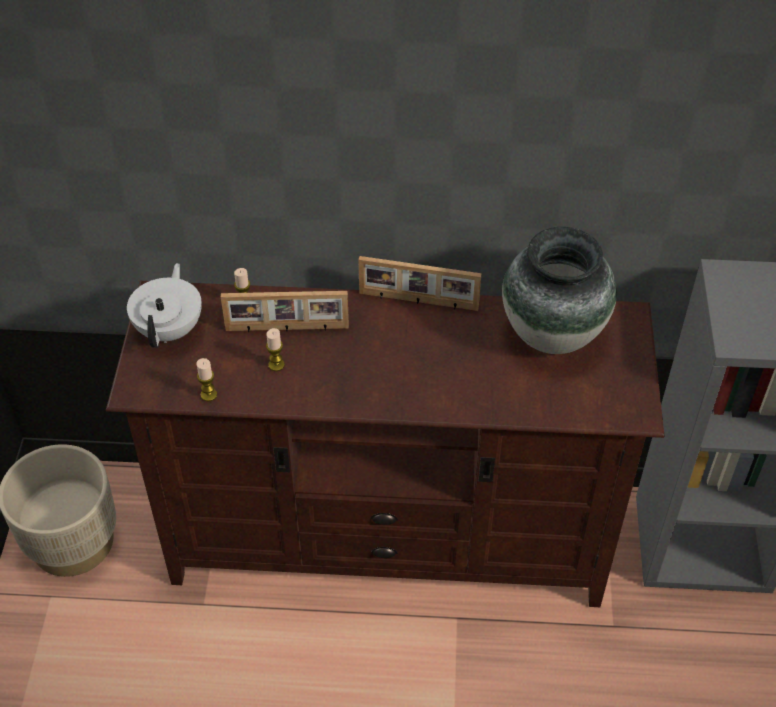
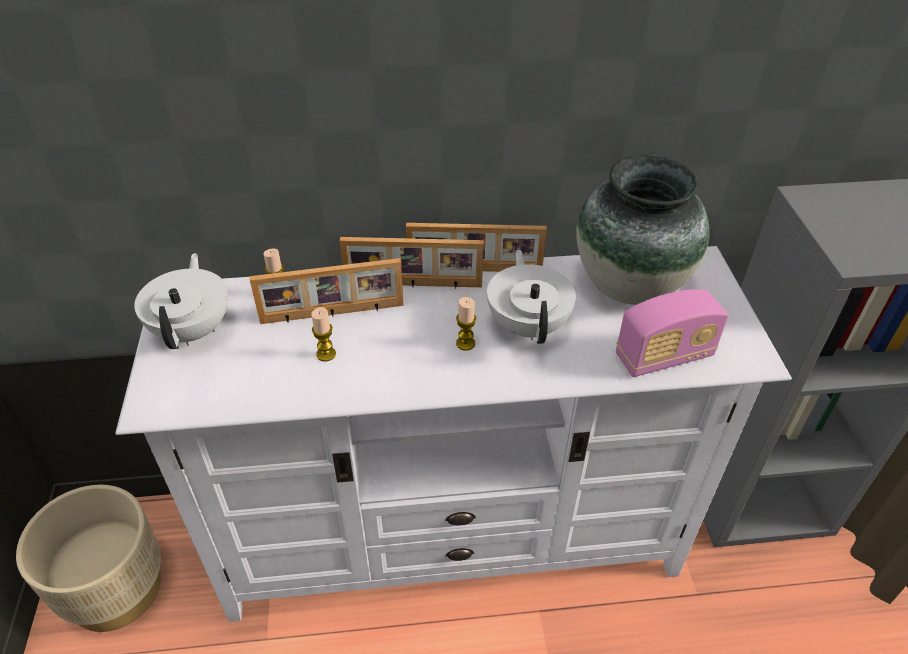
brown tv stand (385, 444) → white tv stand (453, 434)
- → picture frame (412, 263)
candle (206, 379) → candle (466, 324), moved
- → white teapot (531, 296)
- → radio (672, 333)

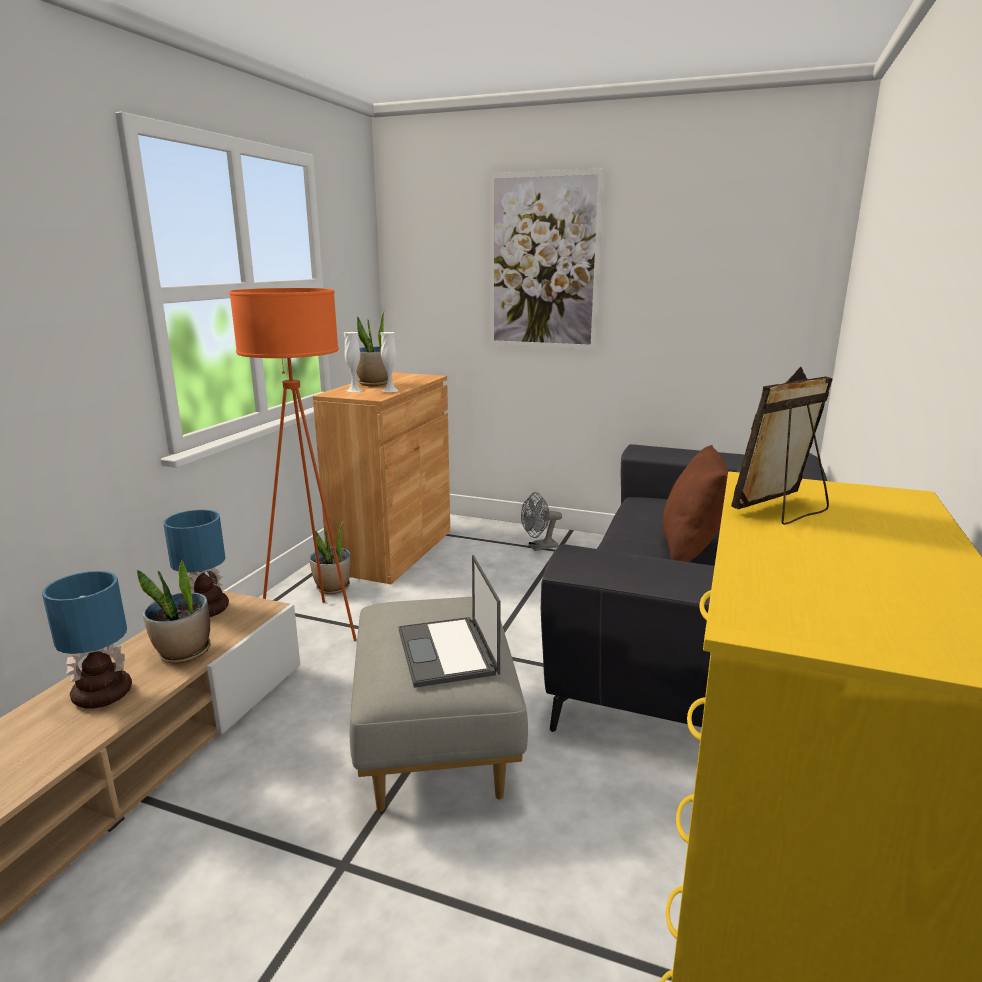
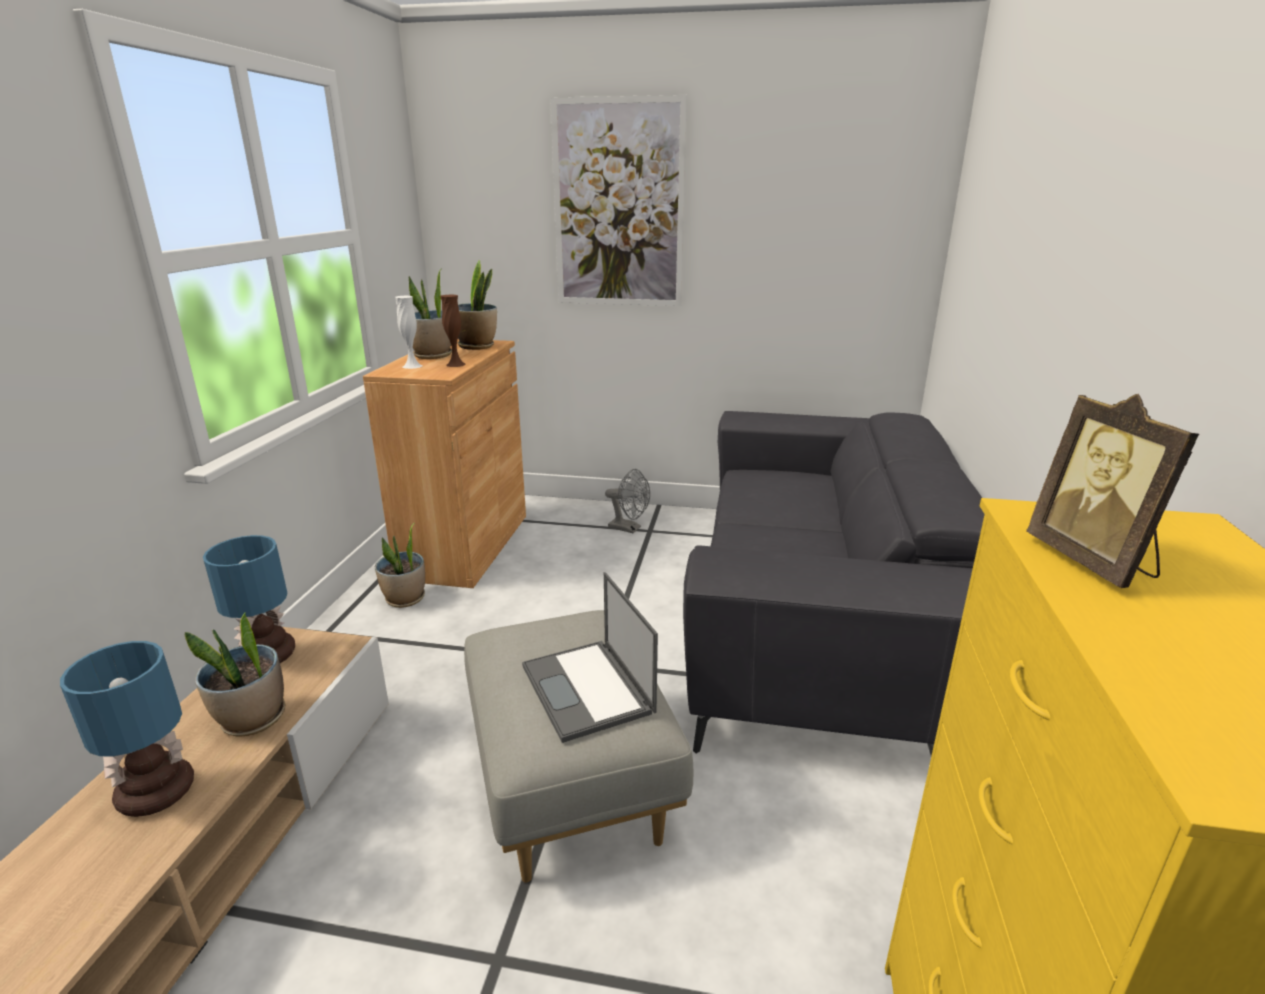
white vase (389, 362) → brown vase (453, 331)
- → potted plant (477, 305)
grey fan (541, 521) → grey fan (627, 501), 120 degrees counterclockwise
picture frame (782, 446) → picture frame (1112, 491), 60 degrees counterclockwise
orange floor lamp (293, 464) → -
brown pillow (695, 503) → -

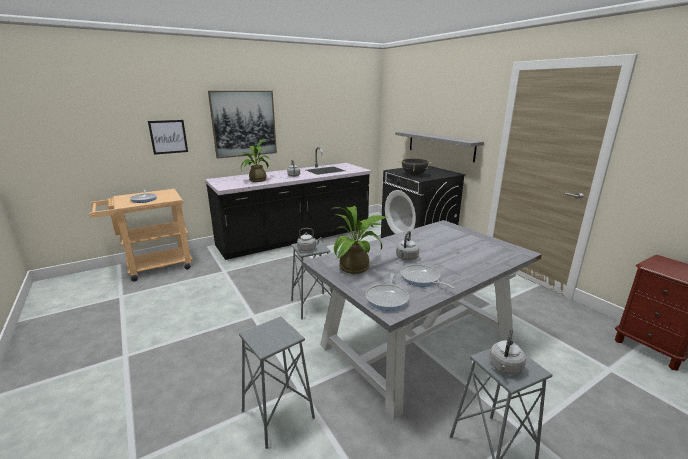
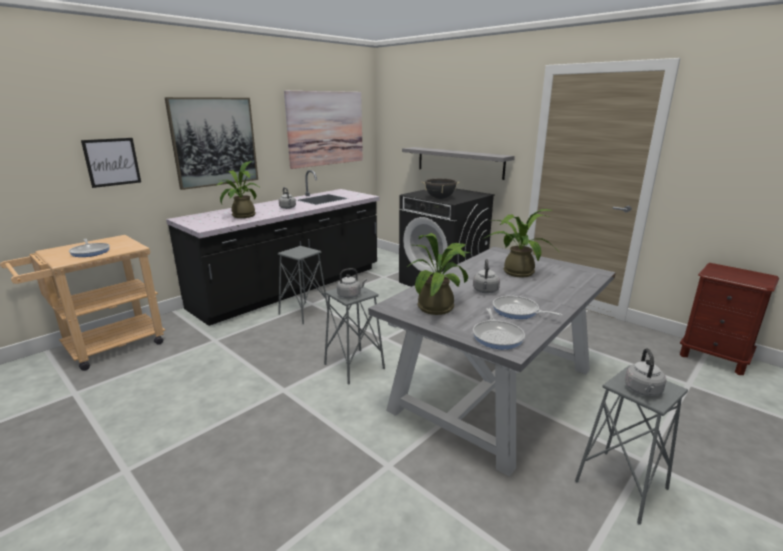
grey stool (277, 382) → grey stool (303, 285), moved
- → picture (323, 130)
- → potted plant (519, 243)

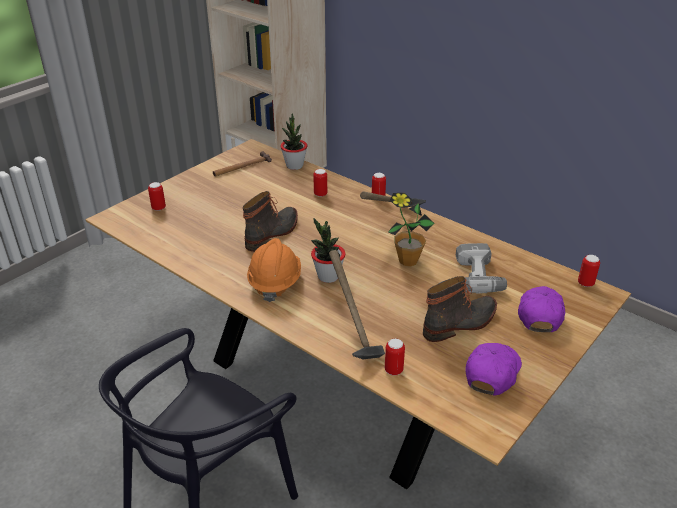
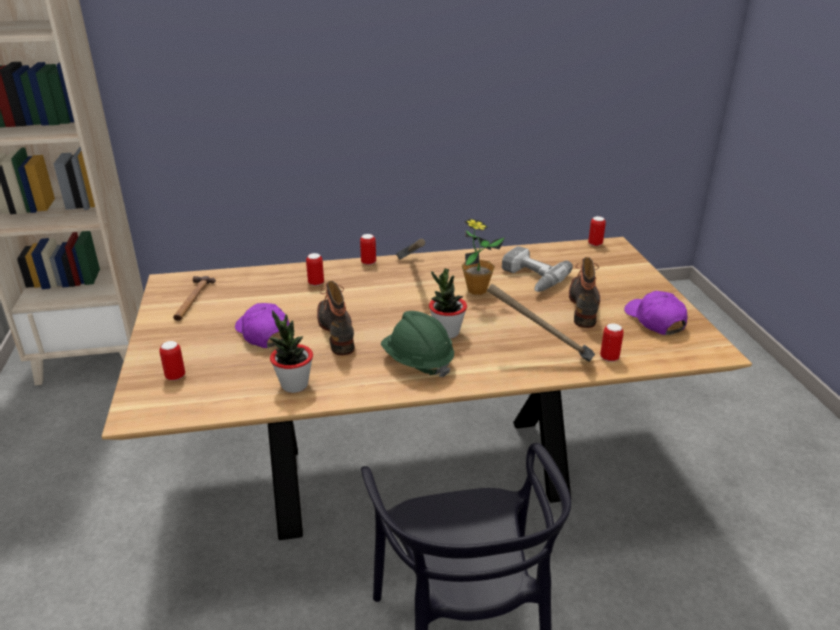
purple cap (541, 309) → purple cap (262, 325), moved
potted plant (293, 141) → potted plant (291, 351), moved
orange hard hat (274, 270) → green hard hat (417, 344)

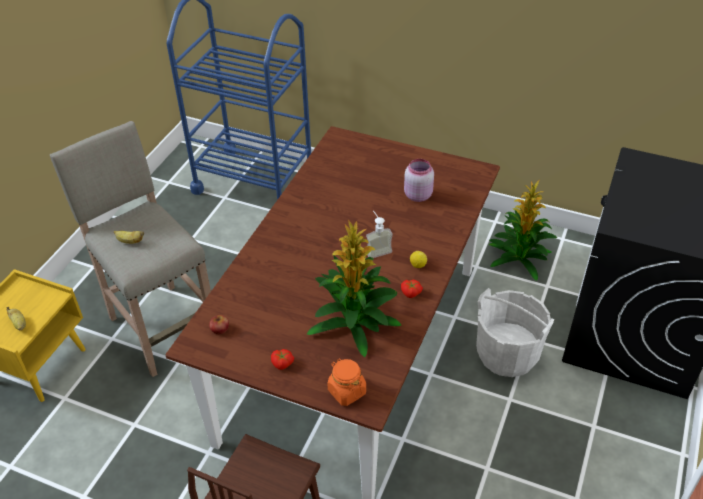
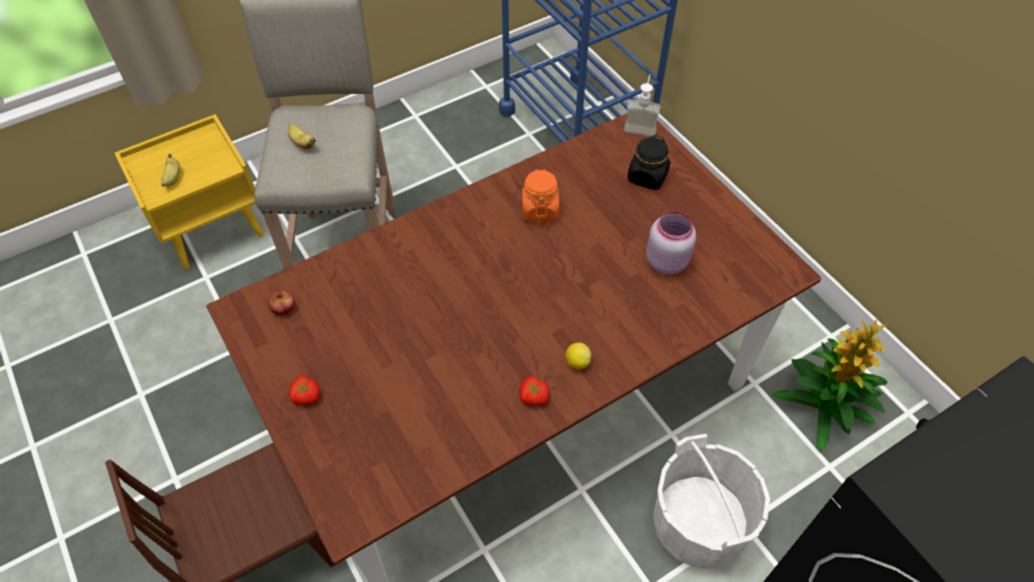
orange jar (347, 382) → orange jar (540, 195), moved
soap dispenser (379, 234) → soap dispenser (642, 105), moved
- → black jar (648, 162)
potted plant (354, 288) → -

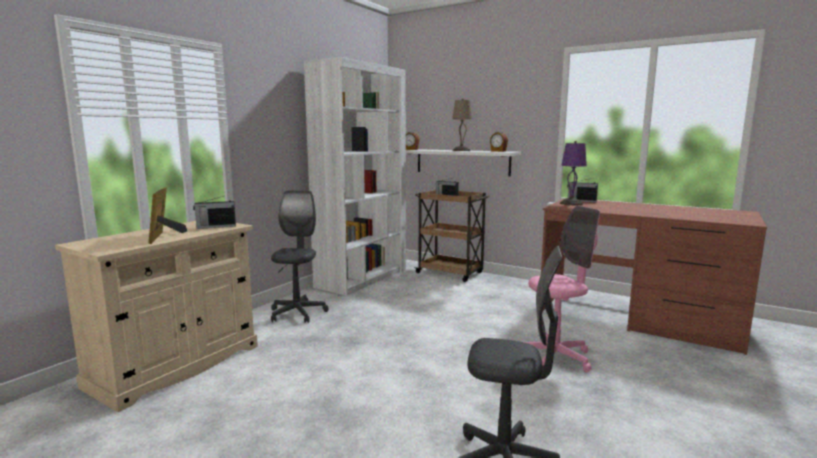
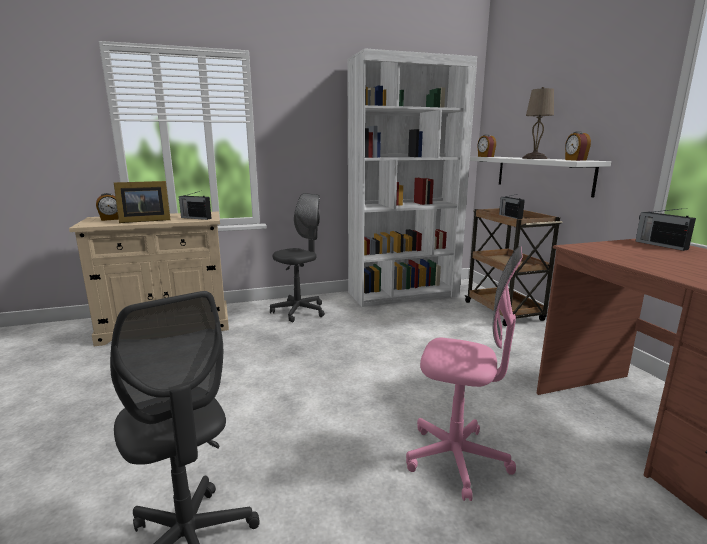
- → alarm clock (107, 207)
picture frame (168, 215) → picture frame (142, 202), 135 degrees counterclockwise
purple table lamp (573, 173) → -

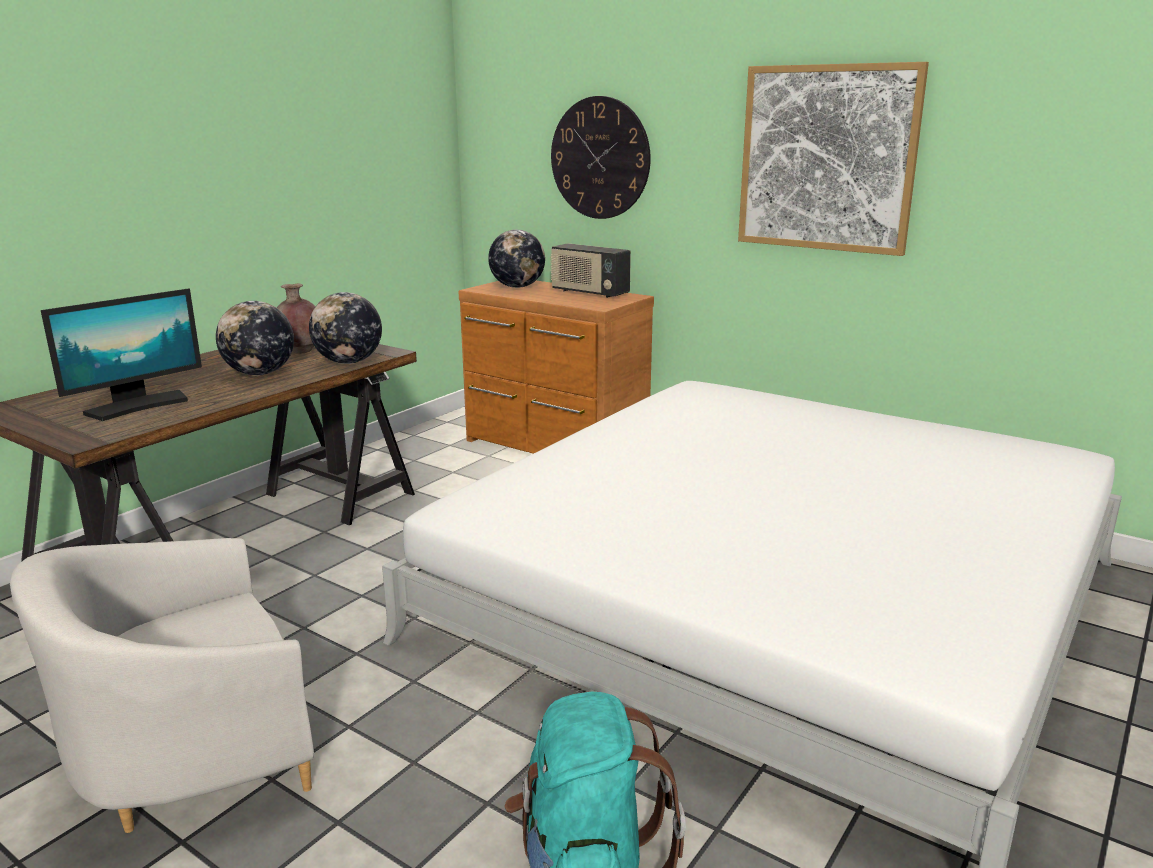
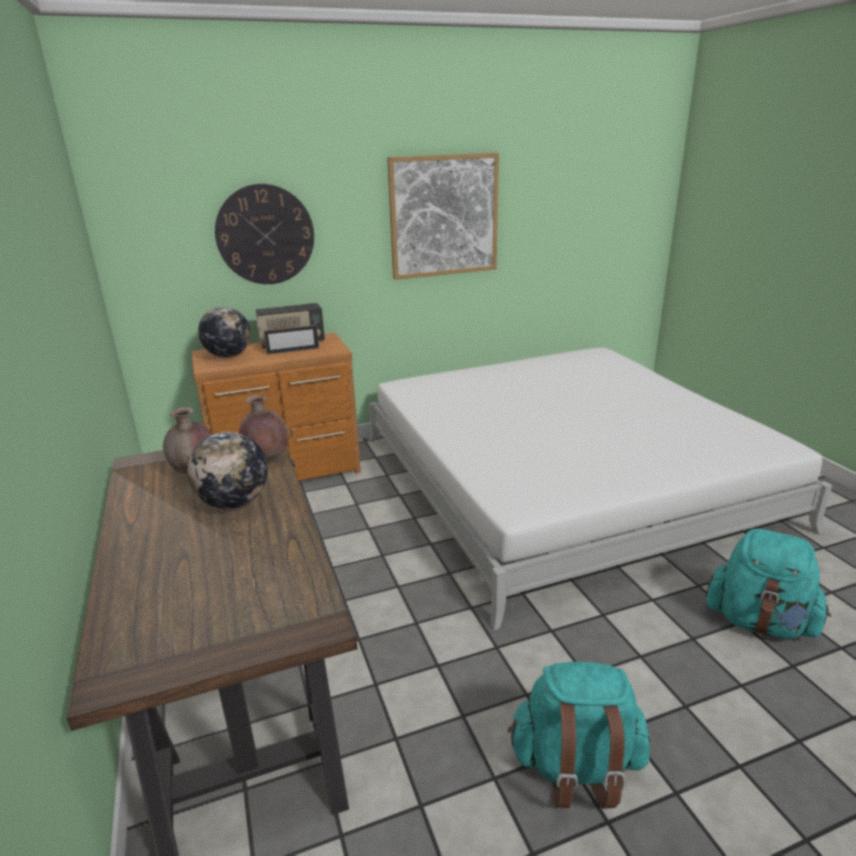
globe (345, 328) → brown vase (266, 429)
- → picture frame (291, 340)
white armchair (162, 685) → turquoise backpack (579, 735)
monitor (121, 354) → -

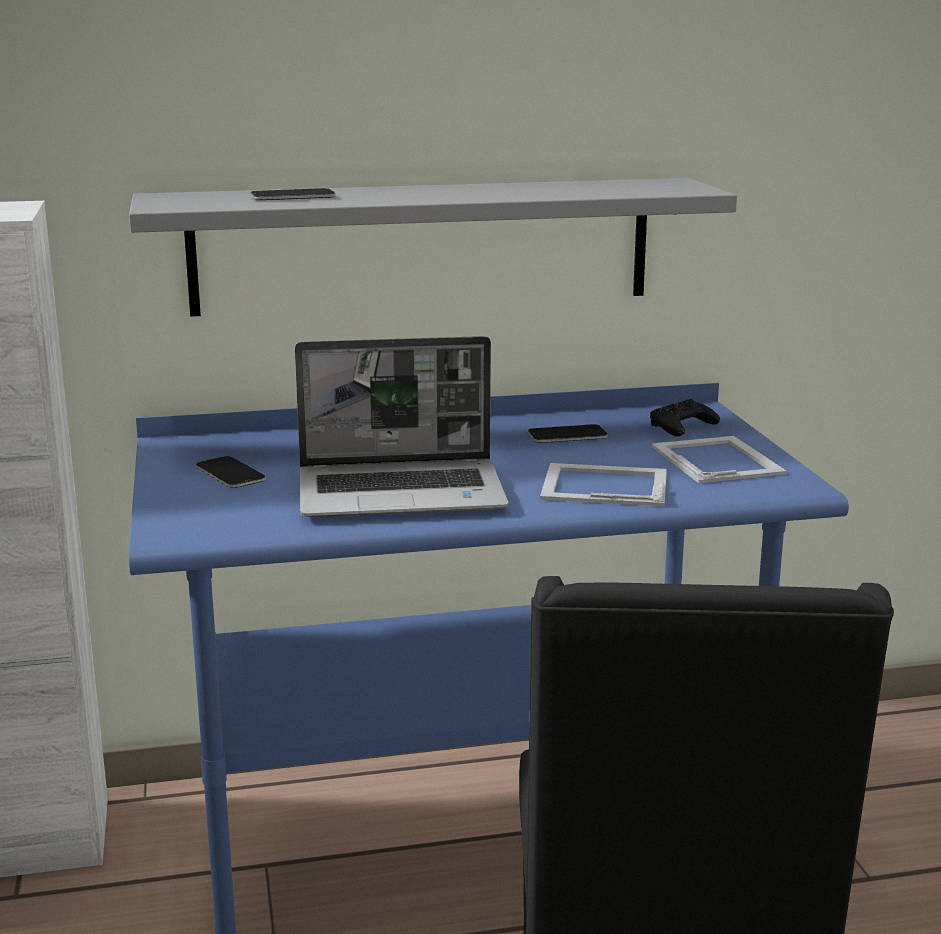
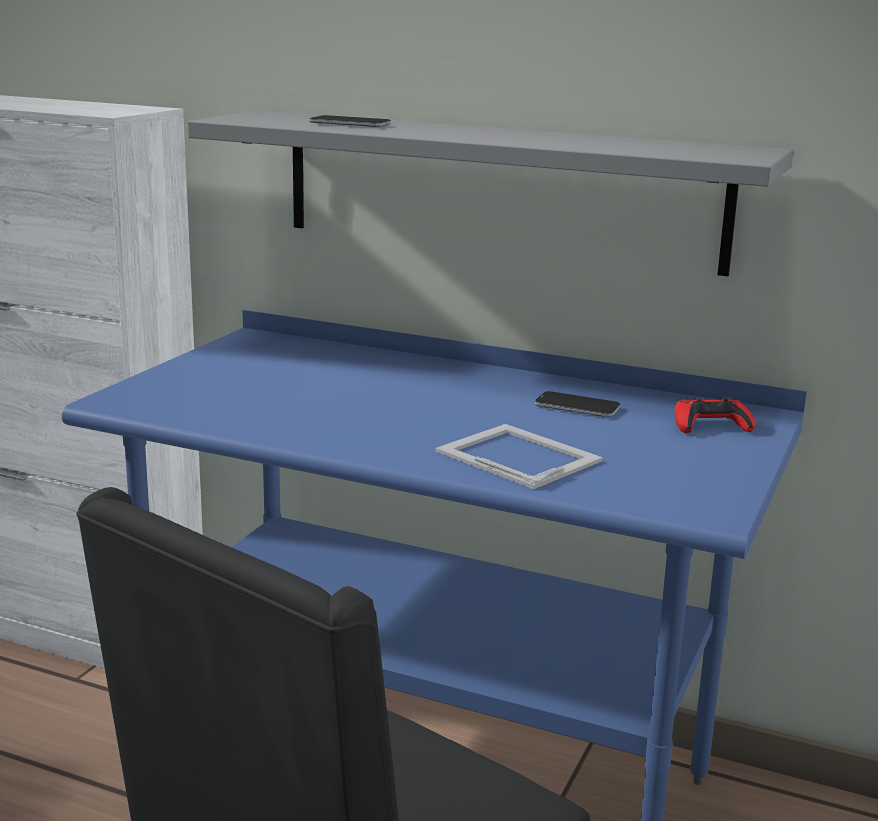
black game controller (685, 417) → red game controller (715, 415)
phone (231, 472) → -
laptop (402, 426) → -
picture frame (719, 459) → -

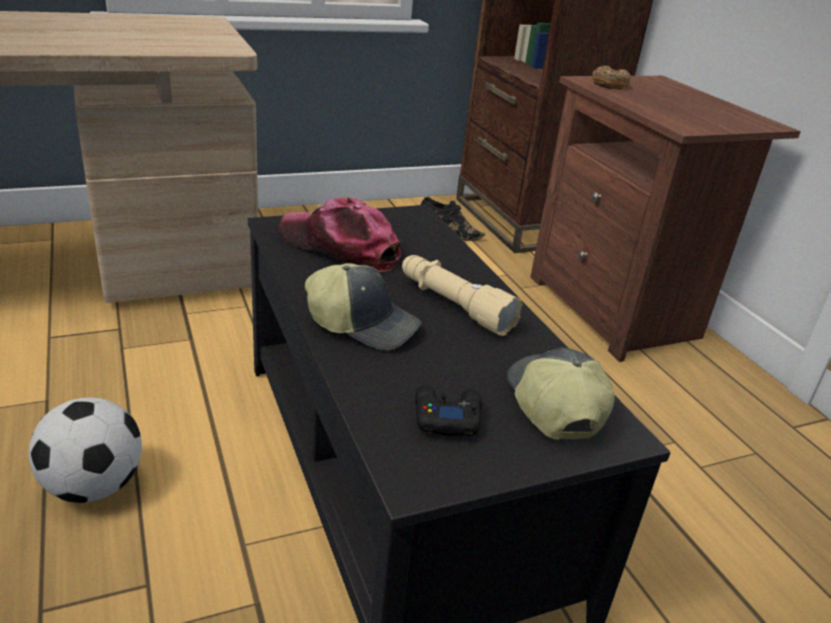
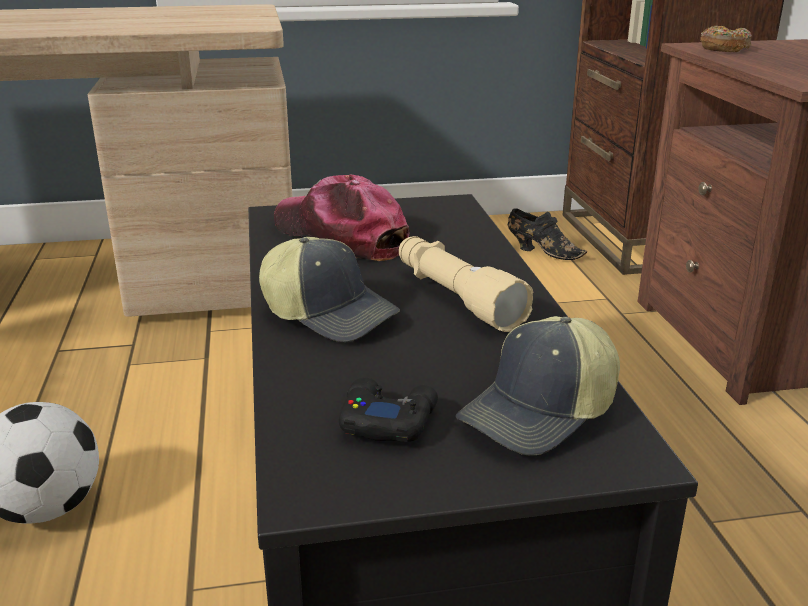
cap (561, 394) → cap (537, 385), 135 degrees counterclockwise

